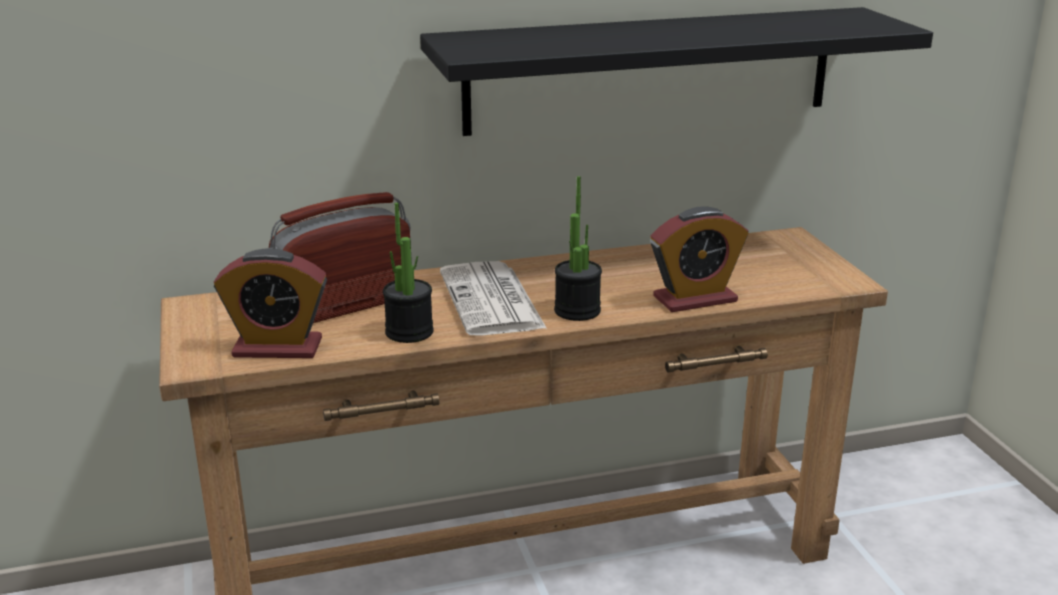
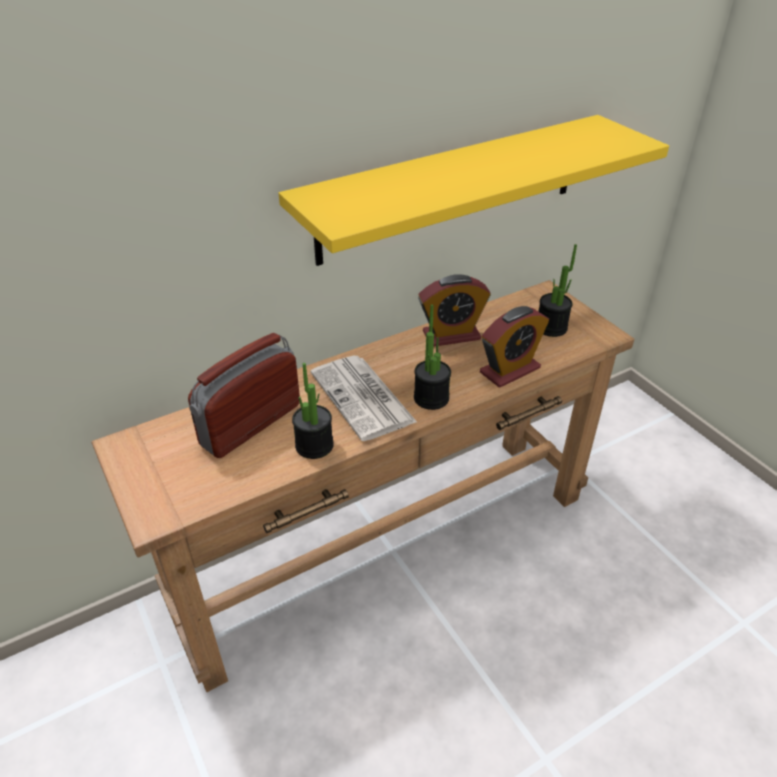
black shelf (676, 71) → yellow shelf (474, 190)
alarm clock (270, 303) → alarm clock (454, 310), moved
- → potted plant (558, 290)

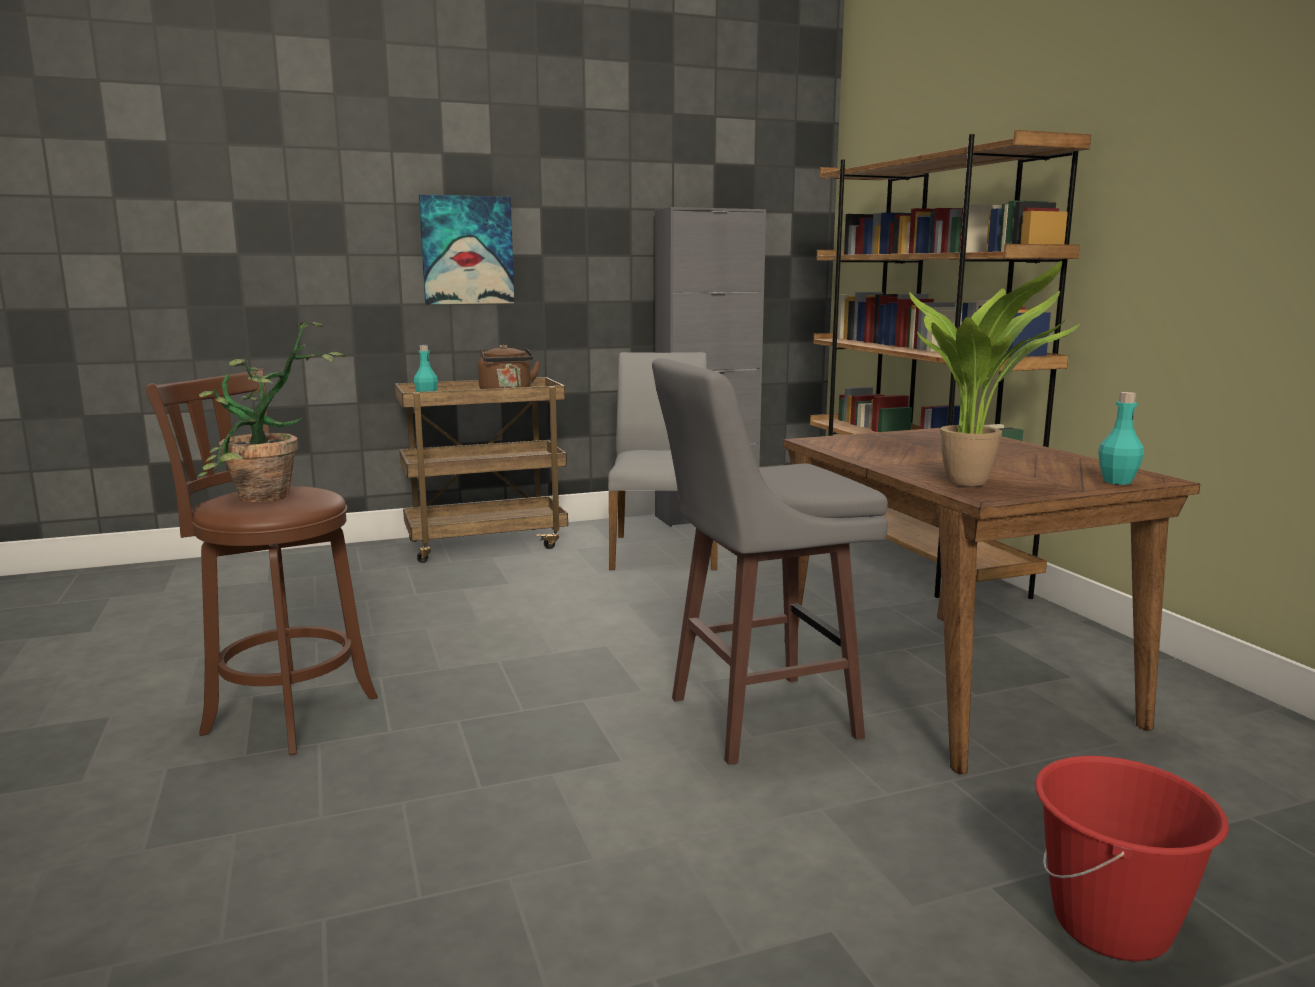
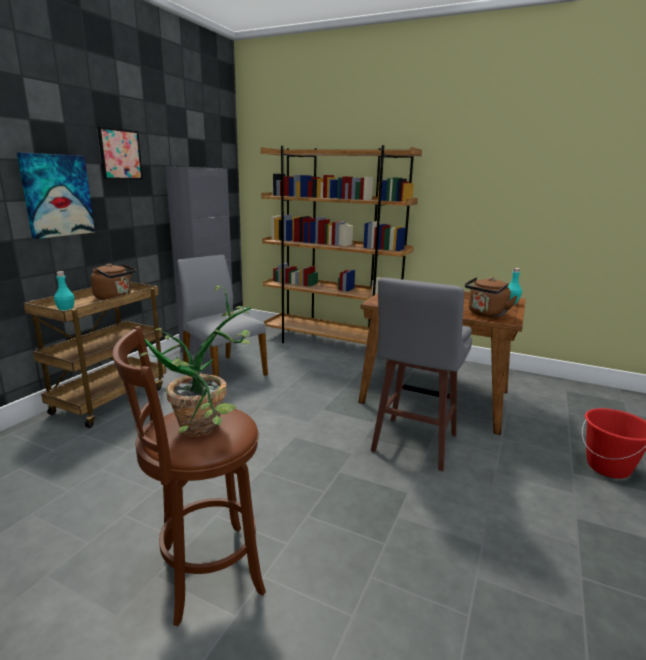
- → picture (120, 153)
potted plant (994, 374) → brown kettle (491, 297)

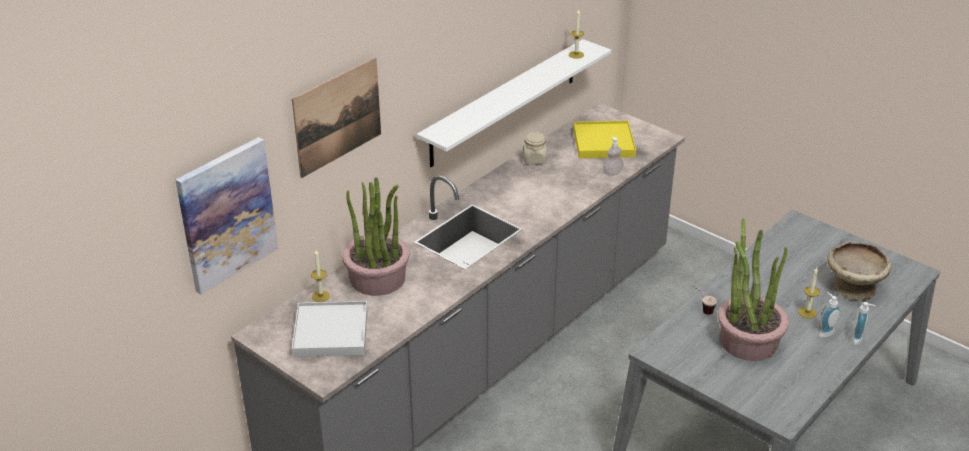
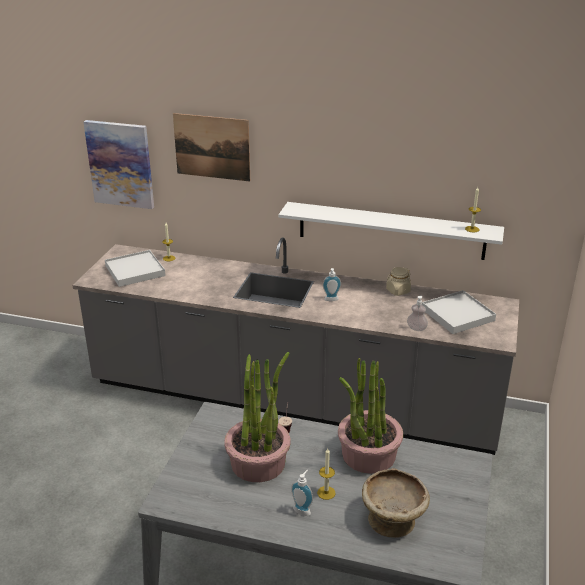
soap dispenser (864, 323) → soap dispenser (332, 284), moved
potted plant (376, 236) → potted plant (370, 416), moved
yellow tray (604, 139) → white tray (459, 312)

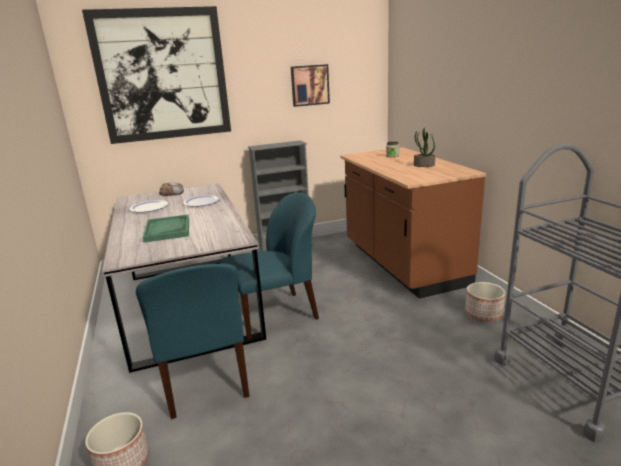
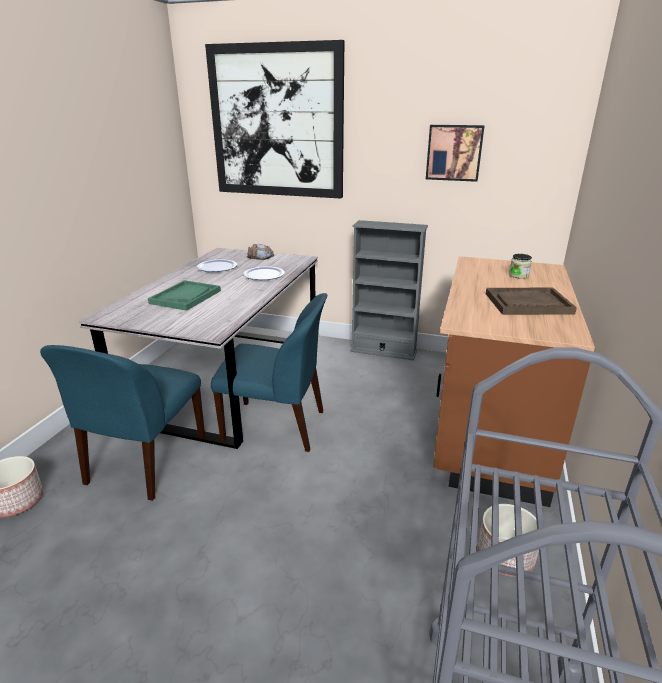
potted plant (424, 147) → brown tray (531, 301)

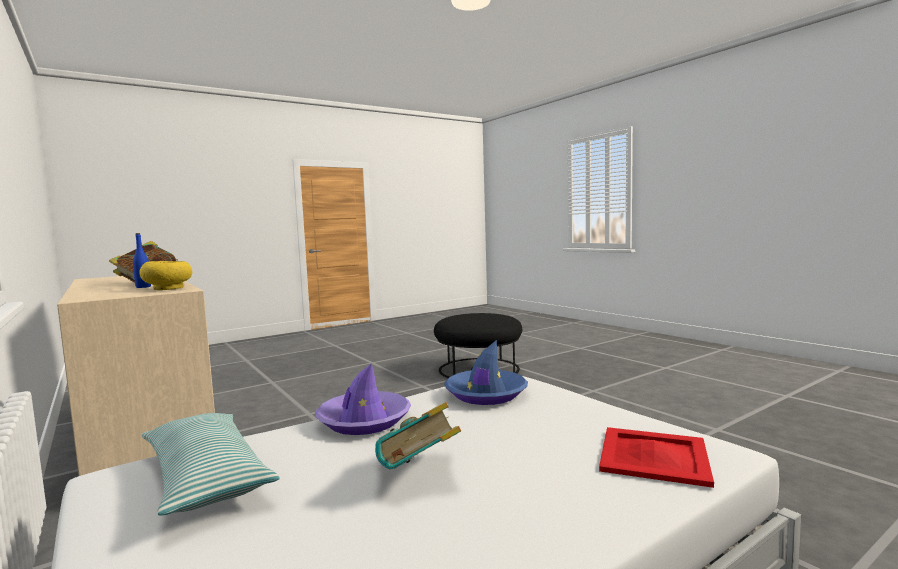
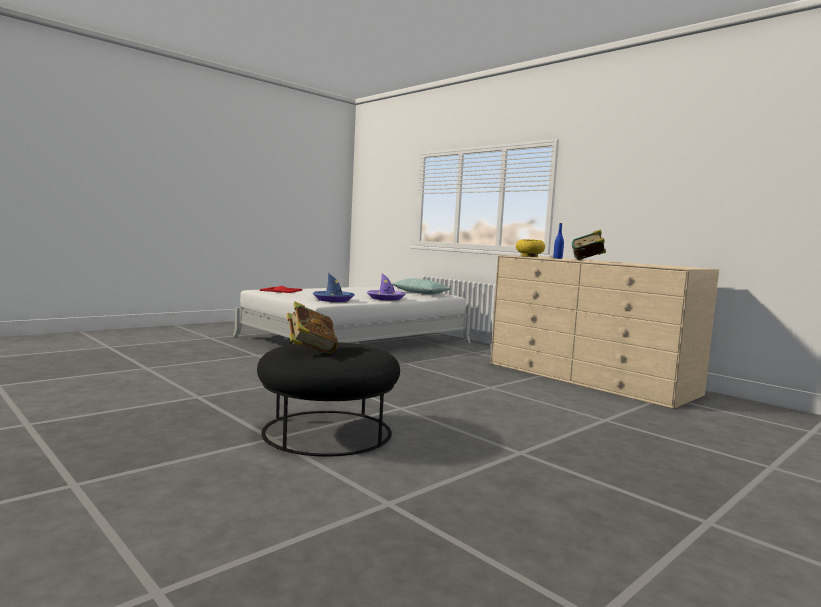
book (418, 435) → book (312, 328), moved

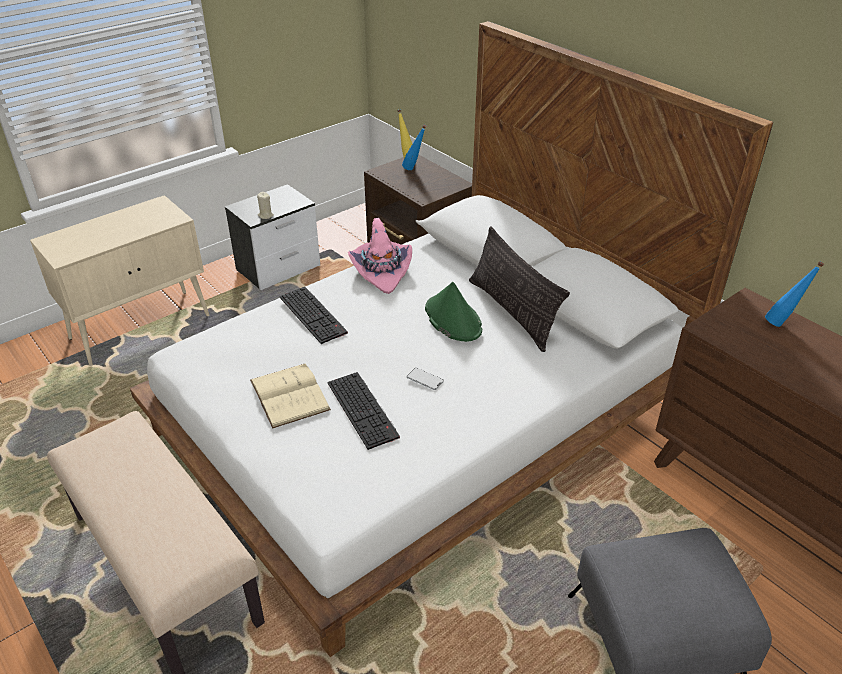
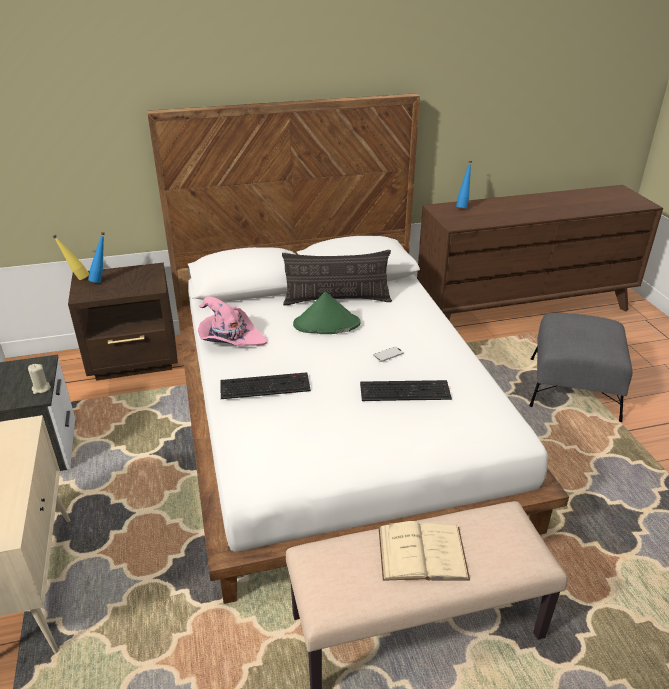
beige book (290, 396) → beige book (424, 551), moved

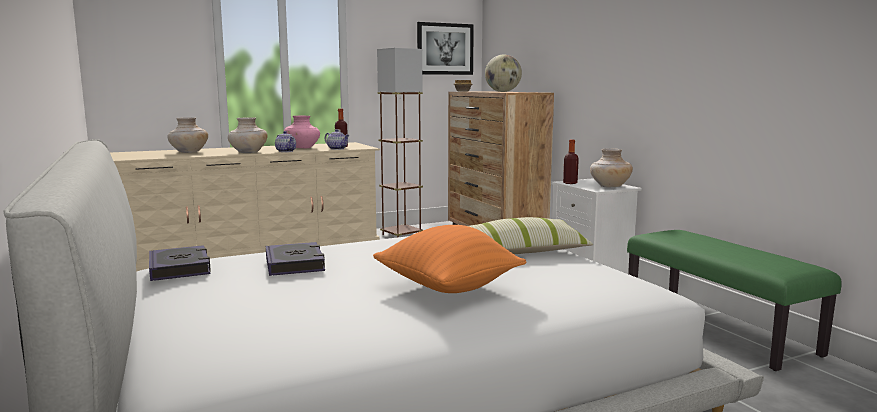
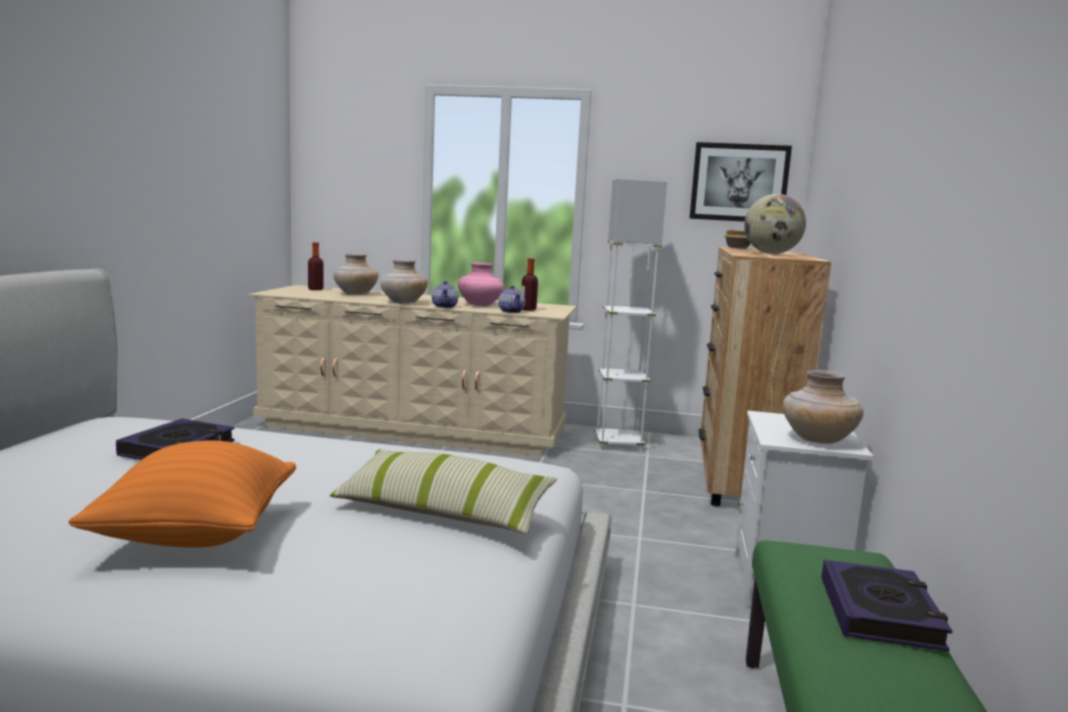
bottle (571, 162) → bottle (315, 266), moved
brown floor lamp (400, 142) → white floor lamp (630, 315)
book (180, 263) → book (887, 605), moved

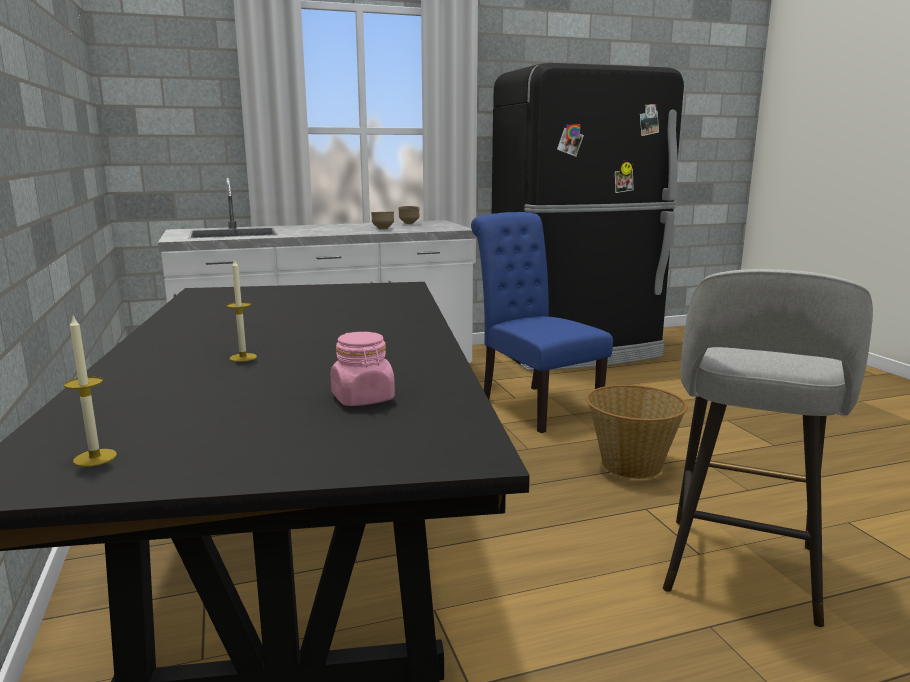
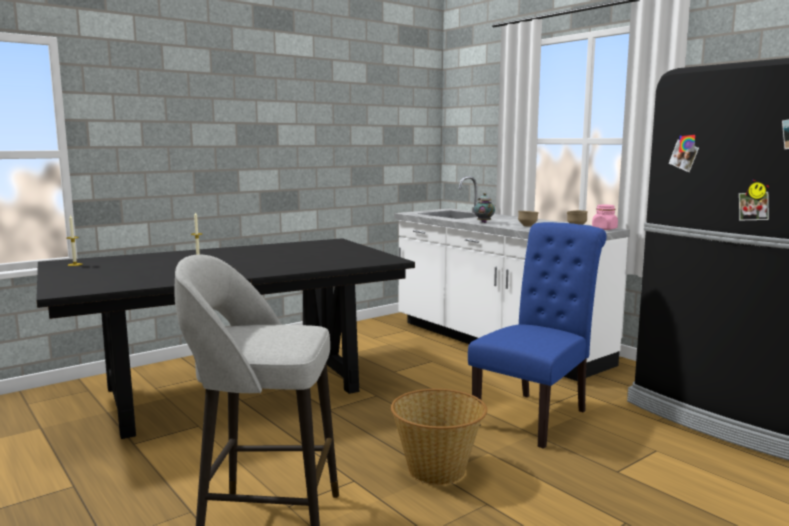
- → teapot (484, 208)
pink jar (363, 369) → pink jar (605, 217), moved

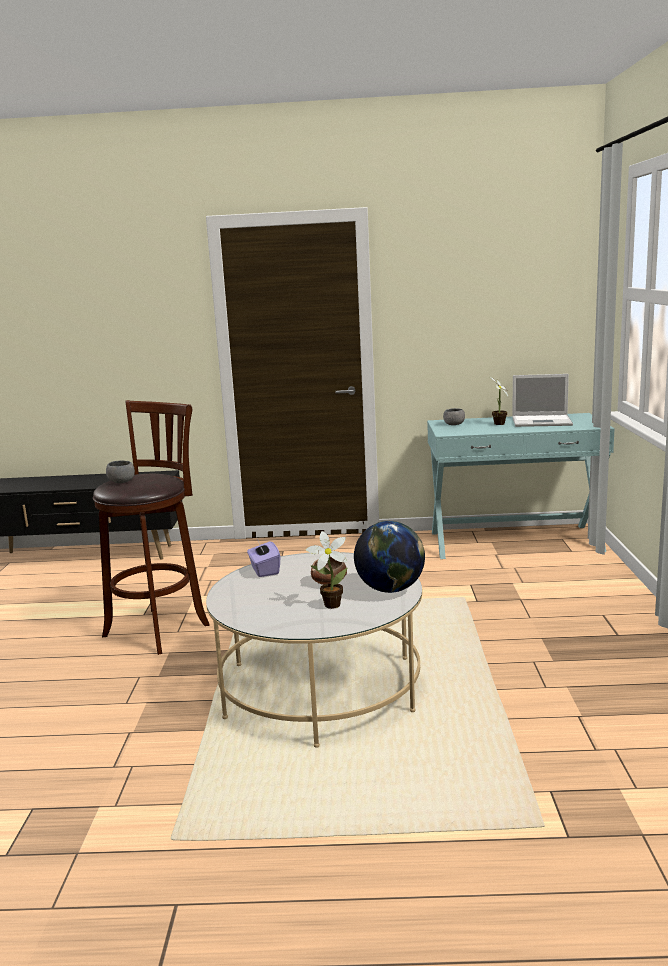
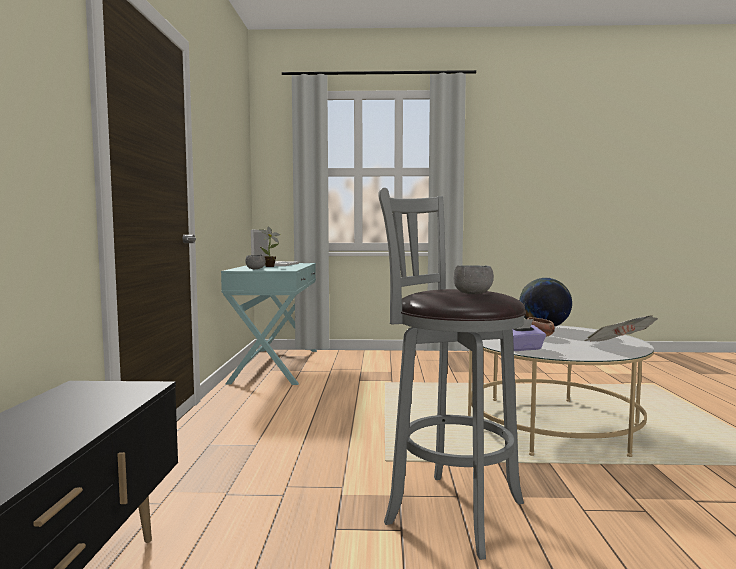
brown stool (151, 527) → grey stool (452, 374)
- → newspaper (621, 328)
potted plant (326, 570) → -

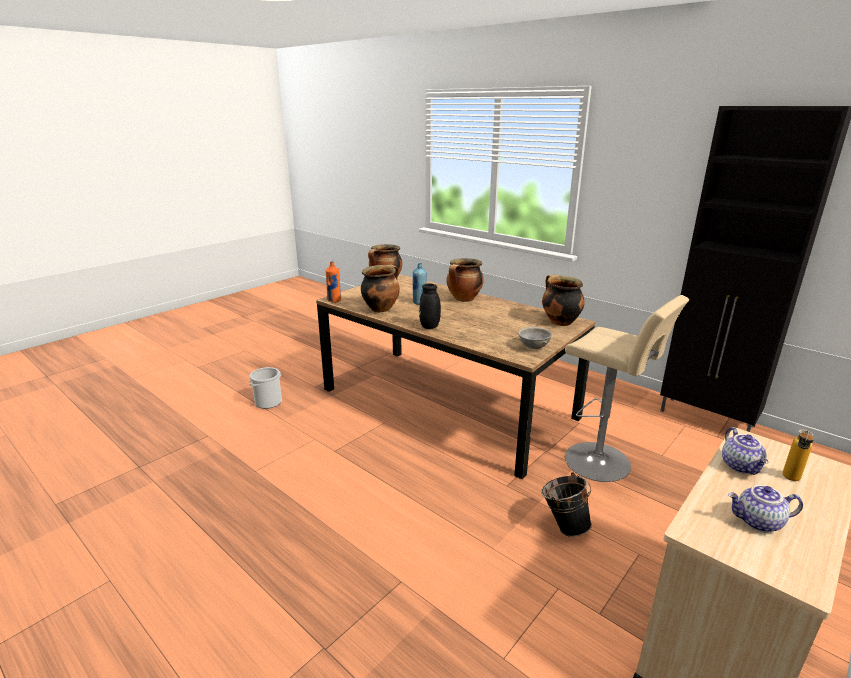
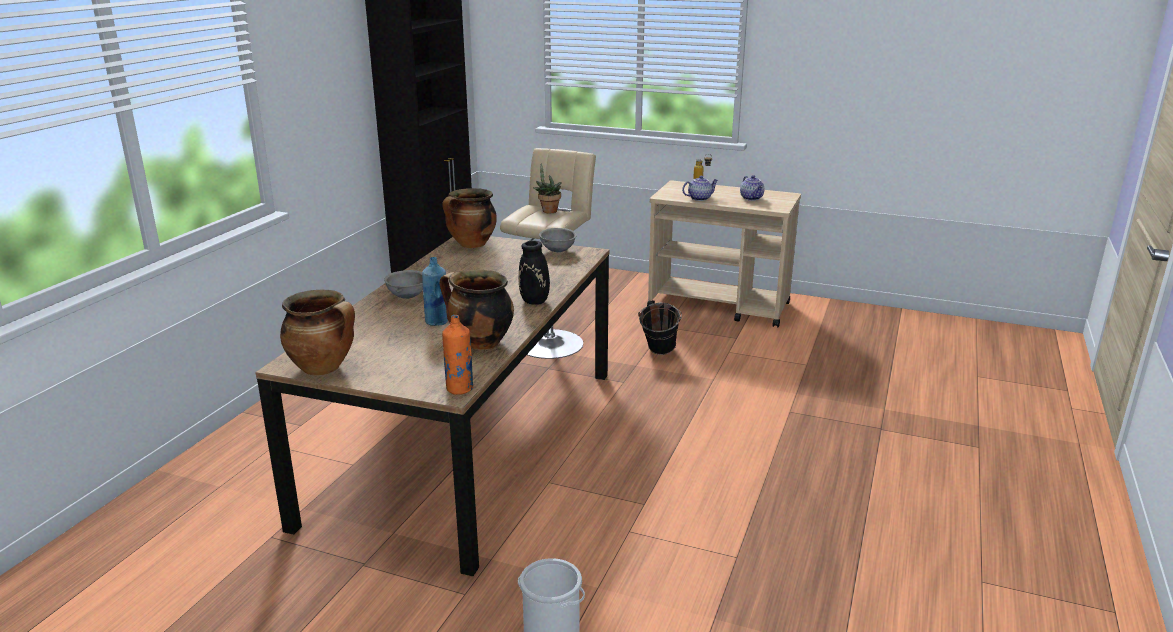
cooking pot (465, 280) → grey bowl (403, 284)
- → potted plant (547, 188)

